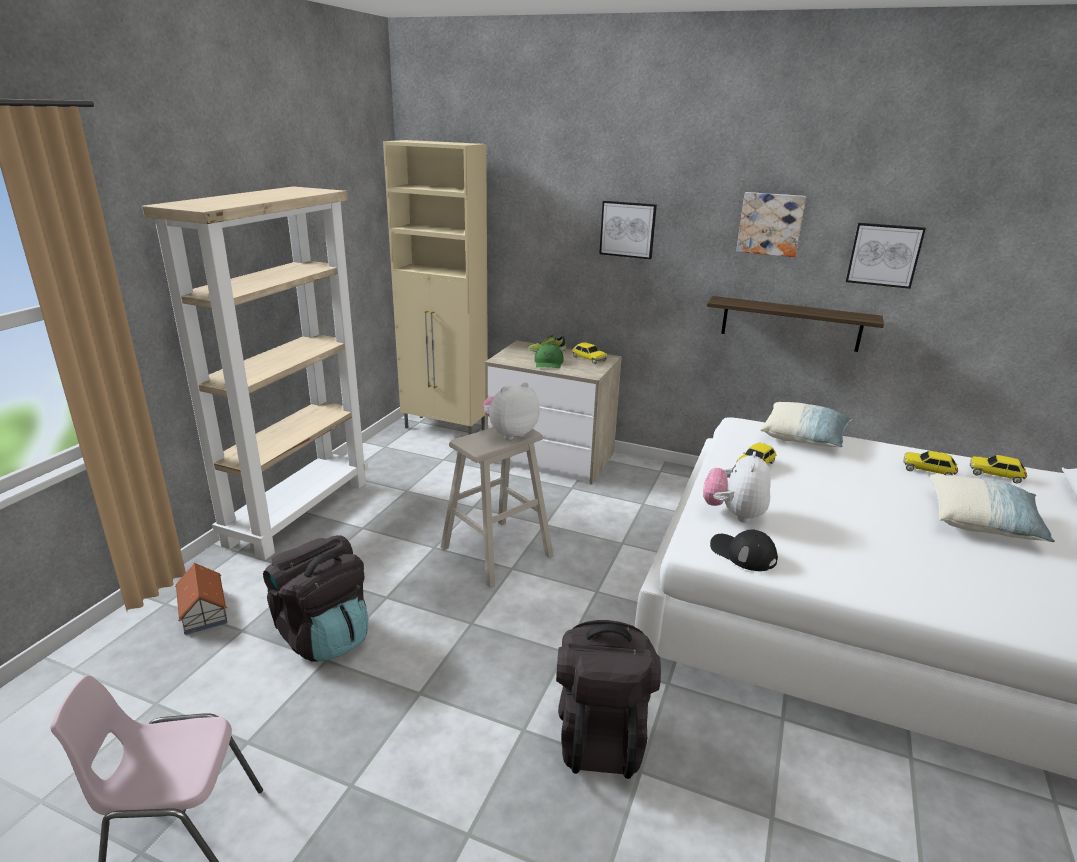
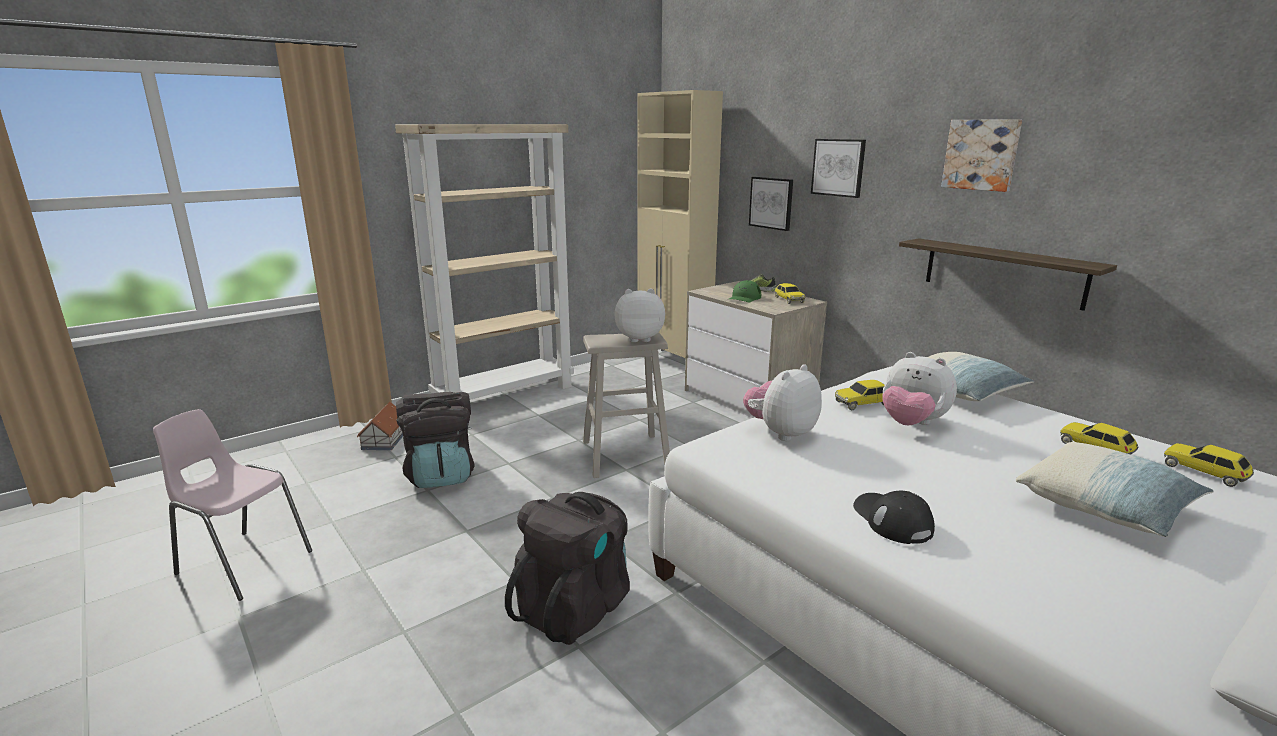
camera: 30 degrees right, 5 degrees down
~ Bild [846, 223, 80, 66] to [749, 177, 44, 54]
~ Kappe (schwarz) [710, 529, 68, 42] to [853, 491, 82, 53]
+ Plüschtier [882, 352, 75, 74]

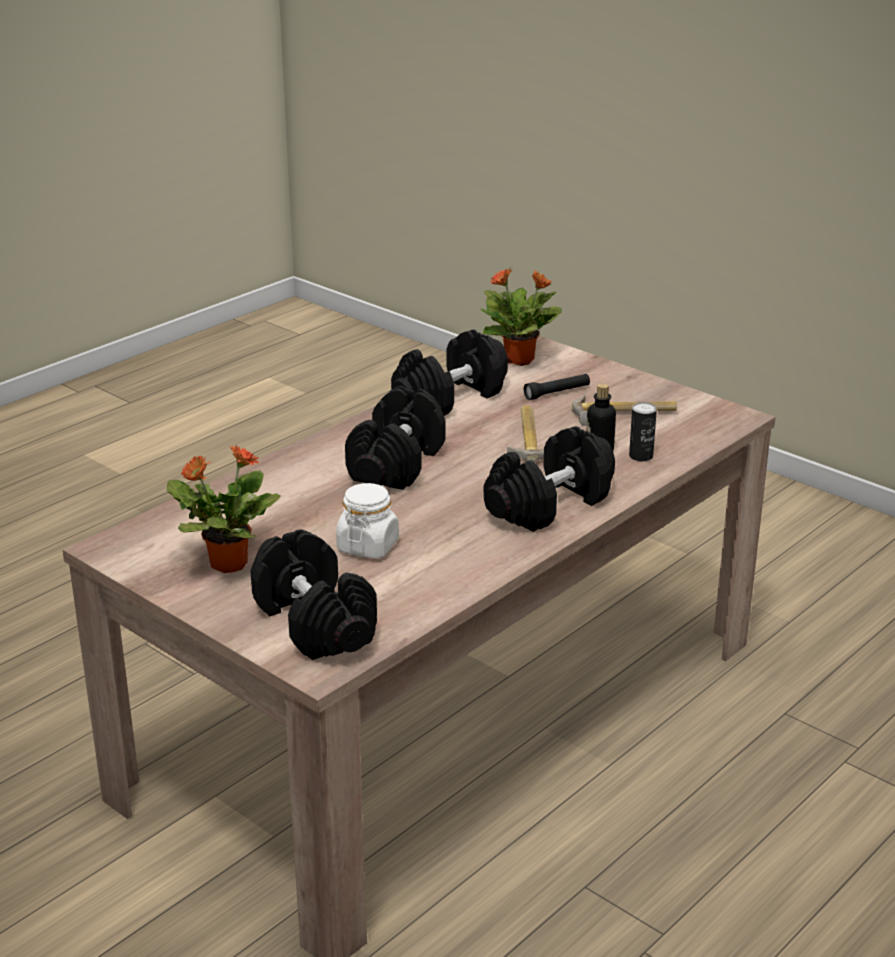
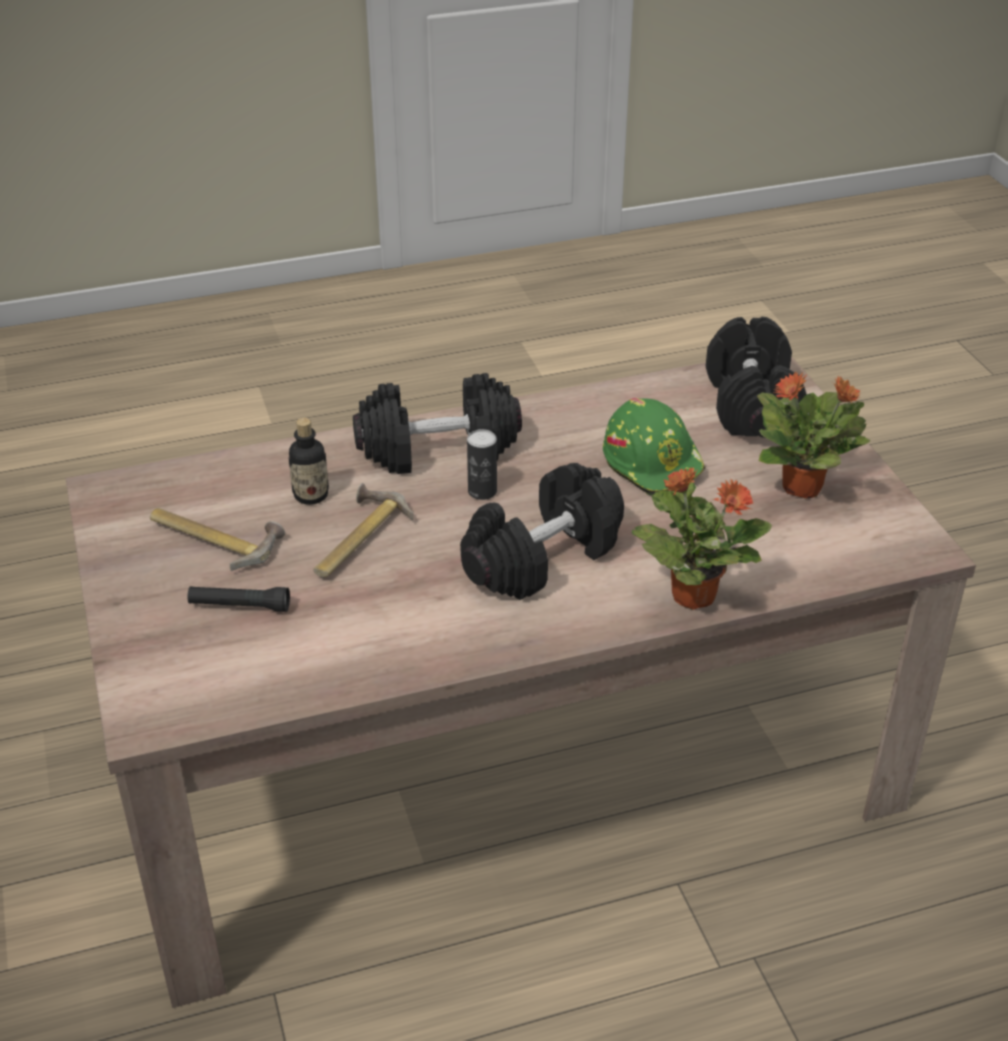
camera: 150 degrees left, 10 degrees up
~ Dose [629, 402, 28, 60] to [467, 429, 30, 71]
~ Vorratsglas (weiß) [336, 483, 63, 76] to Schutzhelm (grün) [603, 398, 102, 97]
~ Topfpflanze [480, 268, 82, 98] to [632, 467, 140, 143]
- Hantel (schwarz) [391, 329, 117, 87]

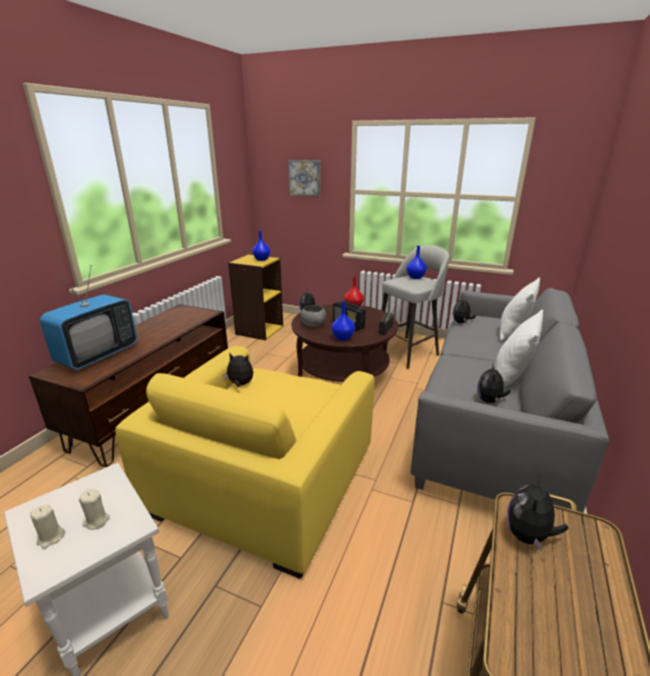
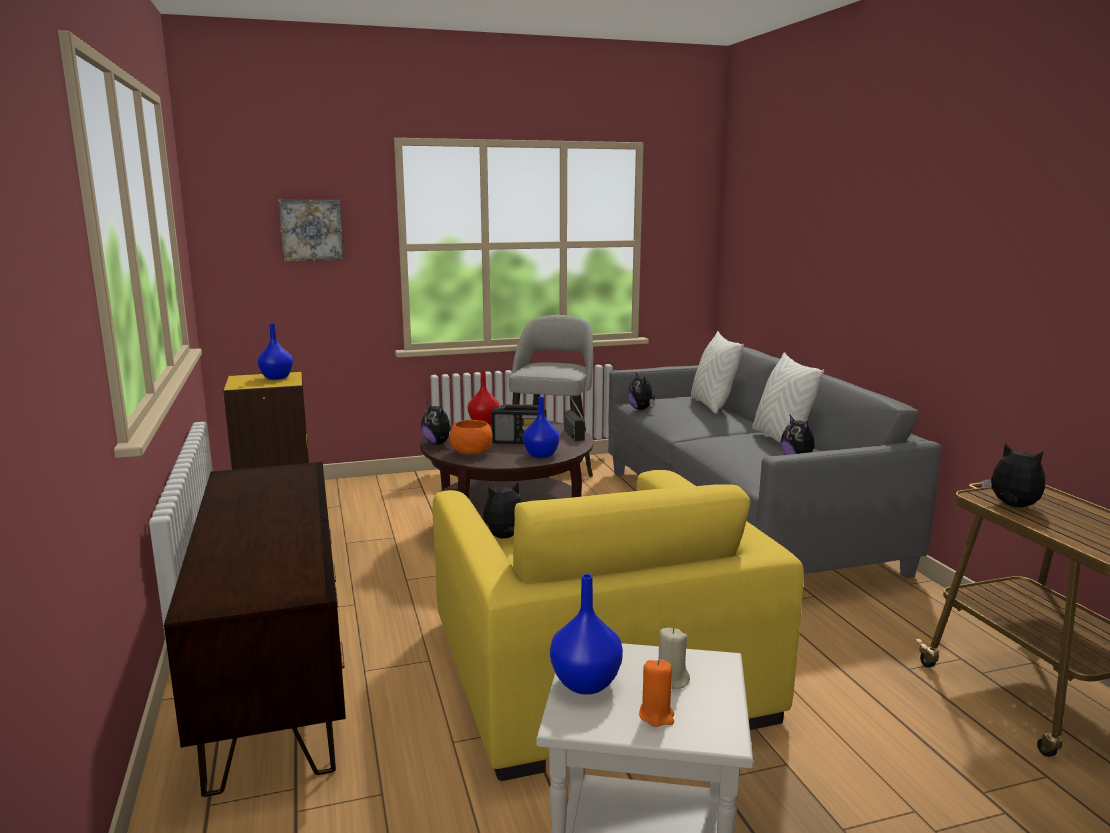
camera: 40 degrees left, 10 degrees down
~ Schüssel (grau) [301, 305, 25, 22] to Schüssel (orange) [450, 420, 43, 35]
~ Vase (blau) [407, 246, 20, 33] to [550, 574, 73, 121]
~ Kerze (beige) [30, 505, 35, 44] to Kerze (orange) [639, 659, 35, 68]
~ Plüschtier [507, 474, 61, 78] = [982, 443, 63, 64] 150 degrees clockwise
- Fernseher [39, 265, 98, 105]

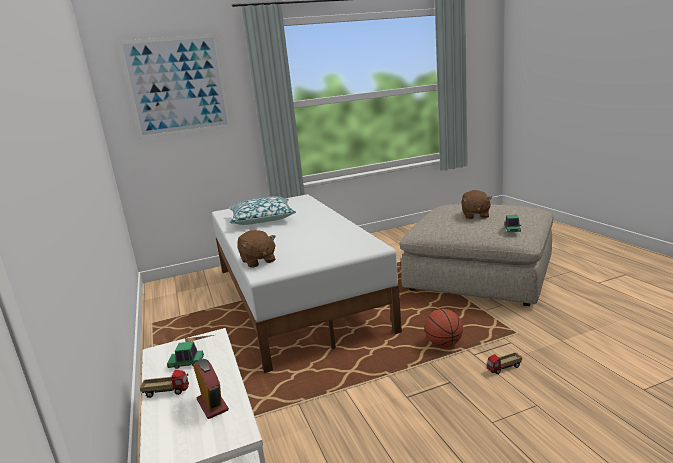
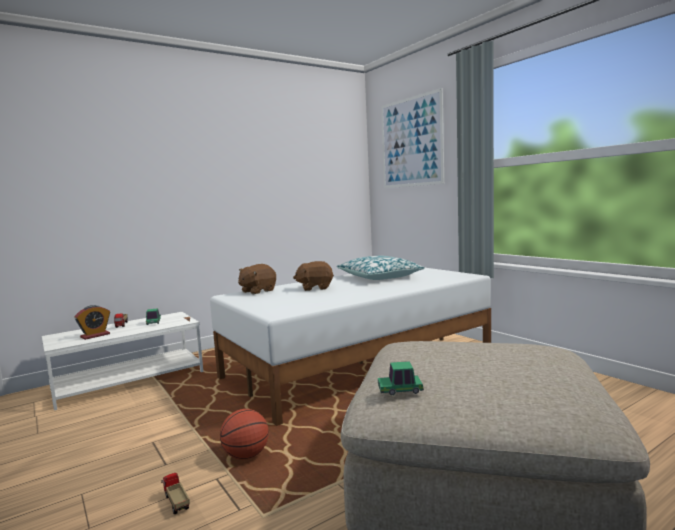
camera: 75 degrees right, 10 degrees down
~ Plüschtier (braun) [461, 190, 31, 29] to [293, 261, 41, 30]

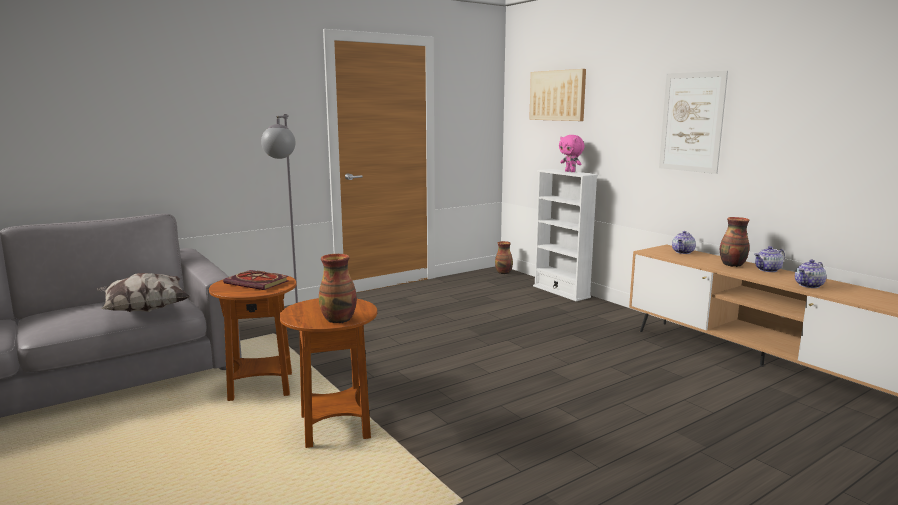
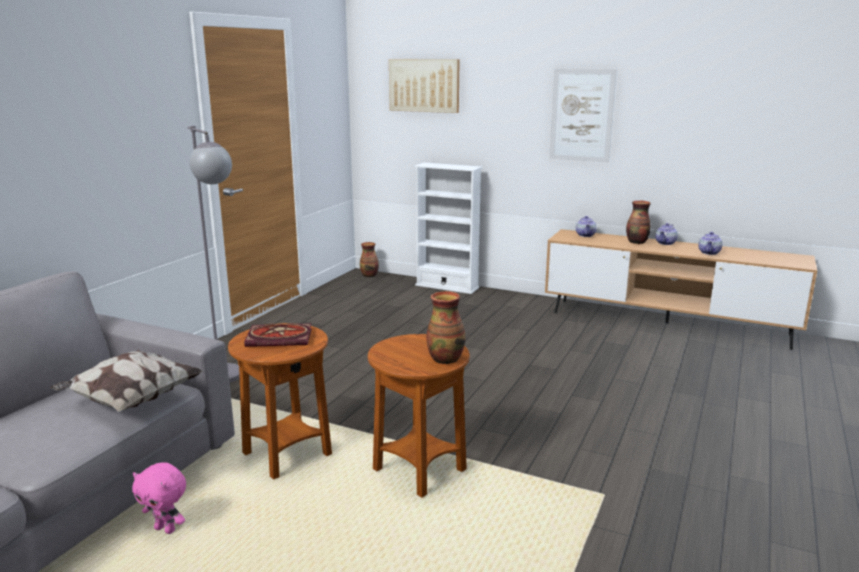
camera: 30 degrees left, 5 degrees up
~ Plüschtier (rosa) [559, 135, 26, 37] to [132, 462, 54, 72]

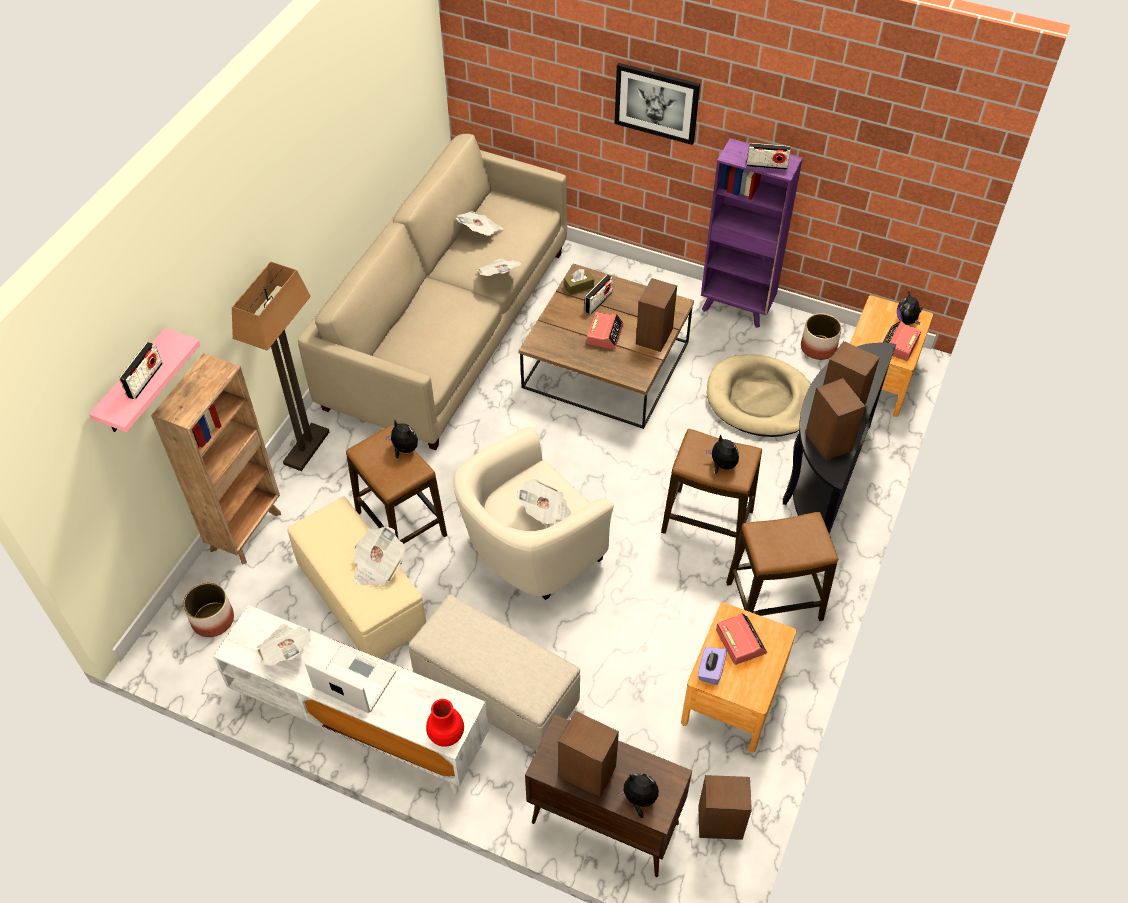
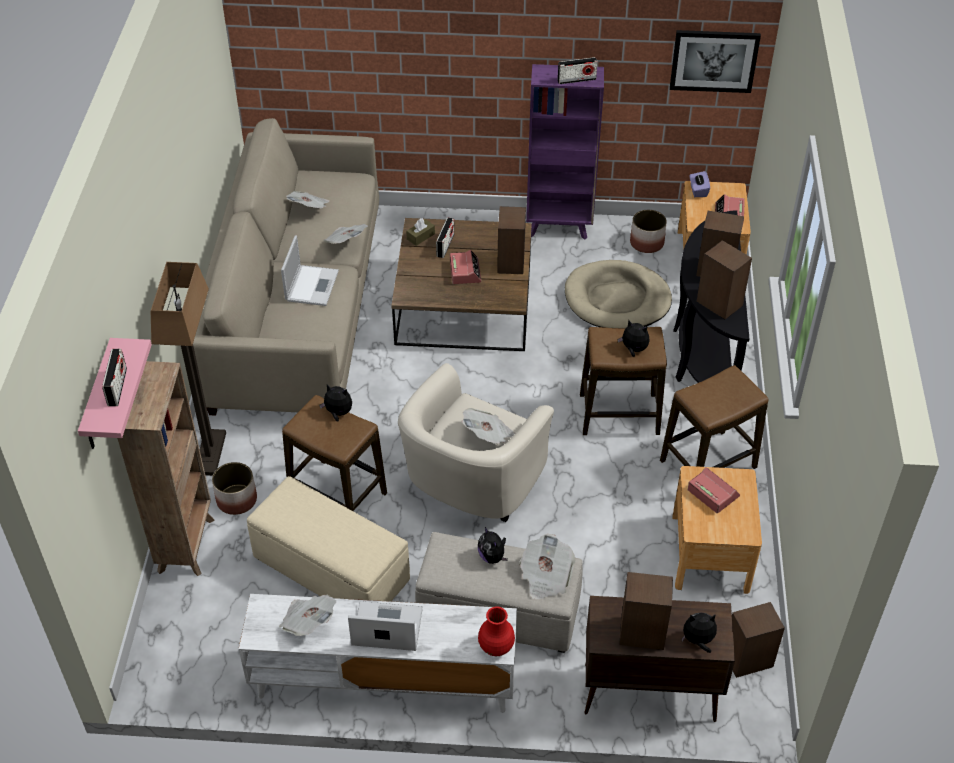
camera: 20 degrees left, 5 degrees down
~ Pflanzkübel [183, 583, 51, 54] to [212, 462, 45, 53]
+ Laptop [281, 235, 58, 71]
~ Plüschtier [897, 292, 26, 33] to [478, 527, 30, 37]
~ Zeitung [353, 527, 52, 60] to [519, 534, 57, 66]
~ Bild [615, 63, 85, 82] to [670, 30, 91, 63]
~ Taschentuchbox (lila) [698, 647, 29, 38] to [690, 171, 20, 26]

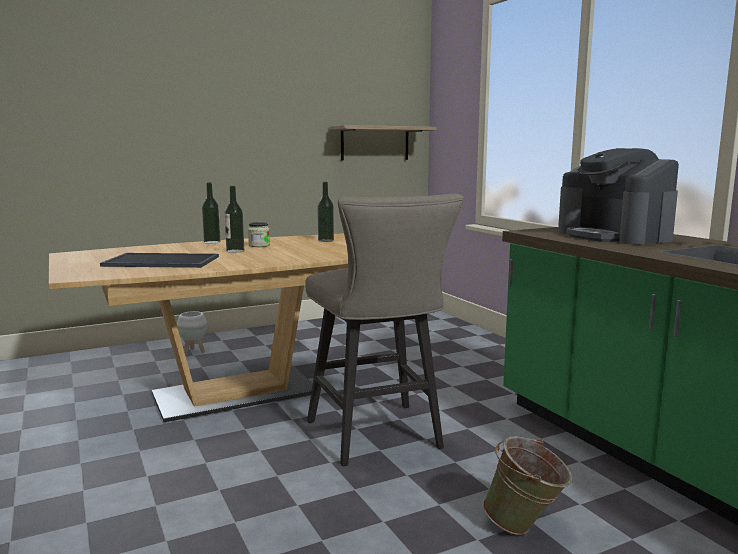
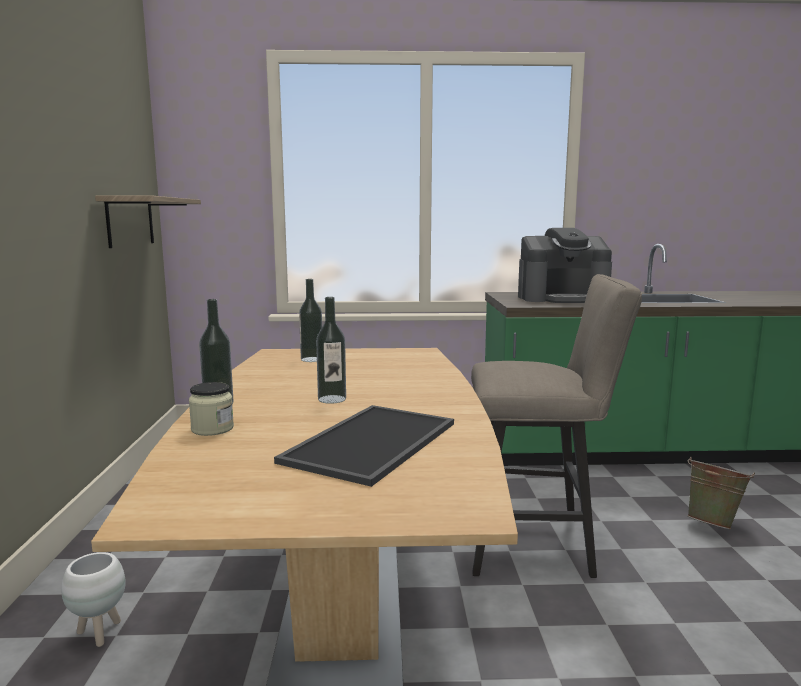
camera: 65 degrees left, 0 degrees up
~ Vorratsglas [248, 222, 22, 25] to [189, 382, 45, 54]

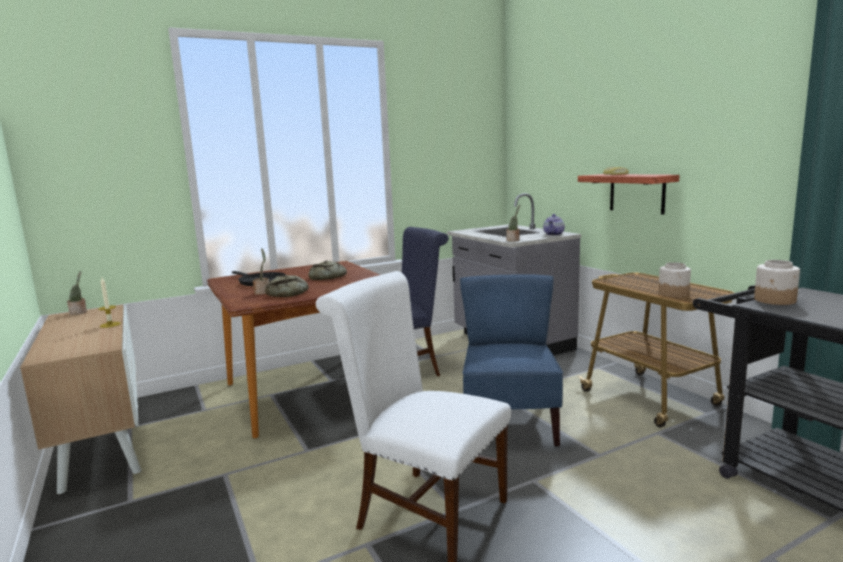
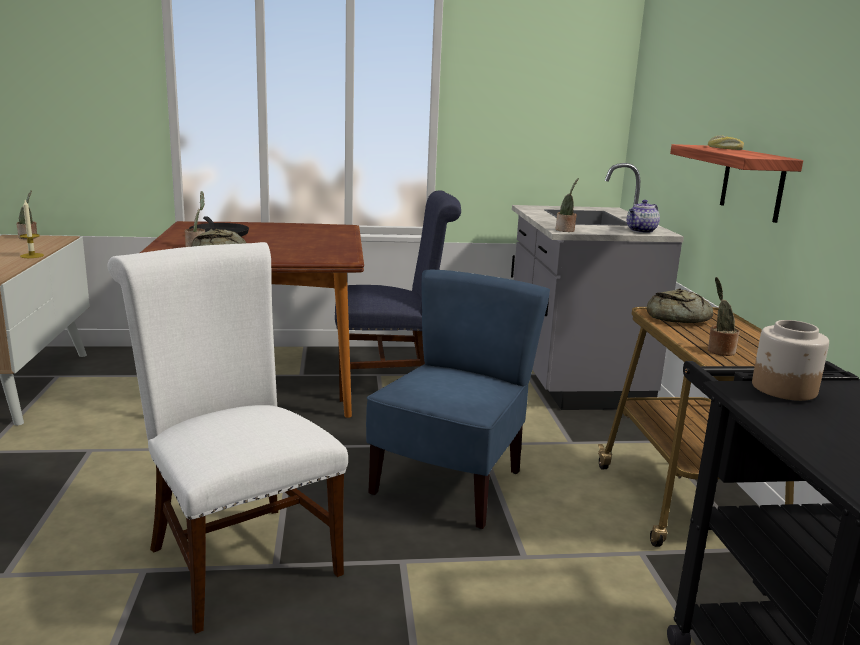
camera: 20 degrees right, 5 degrees up
~ Brot [308, 261, 39, 19] to [647, 288, 66, 35]
~ Vorratsglas [658, 262, 33, 36] to Topfpflanze [708, 277, 31, 79]

